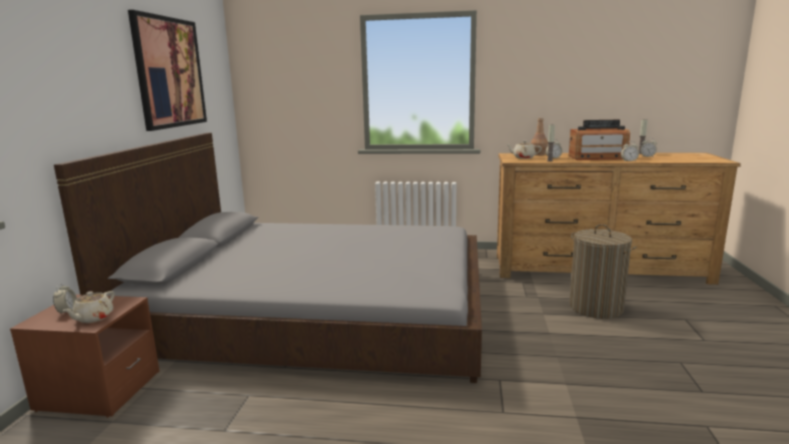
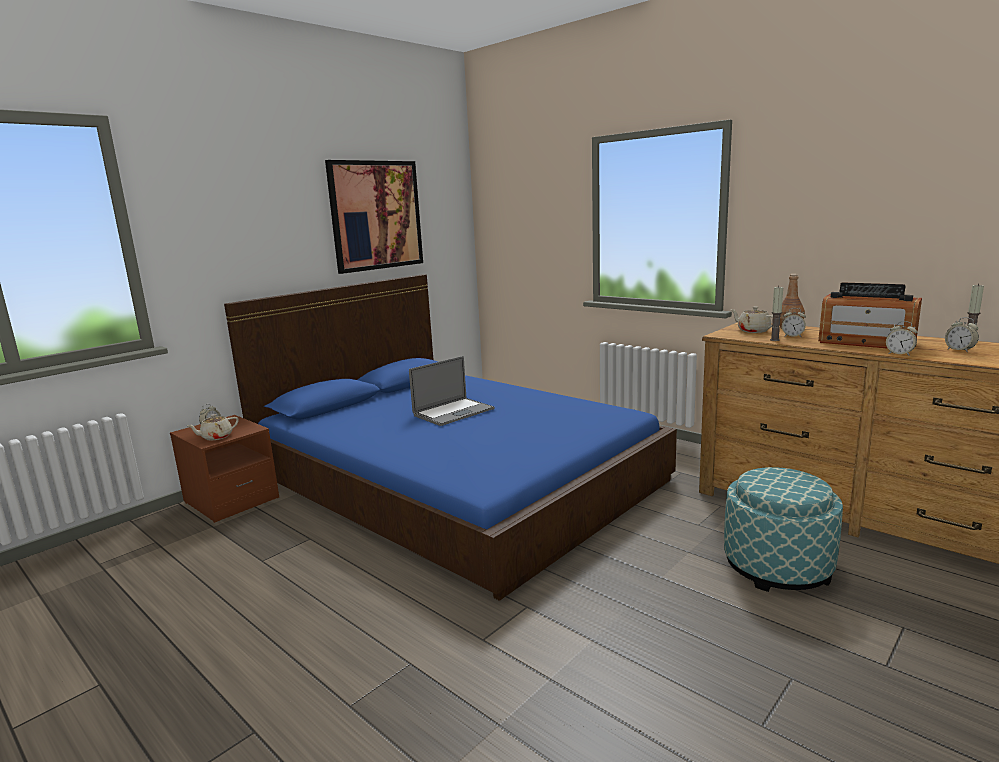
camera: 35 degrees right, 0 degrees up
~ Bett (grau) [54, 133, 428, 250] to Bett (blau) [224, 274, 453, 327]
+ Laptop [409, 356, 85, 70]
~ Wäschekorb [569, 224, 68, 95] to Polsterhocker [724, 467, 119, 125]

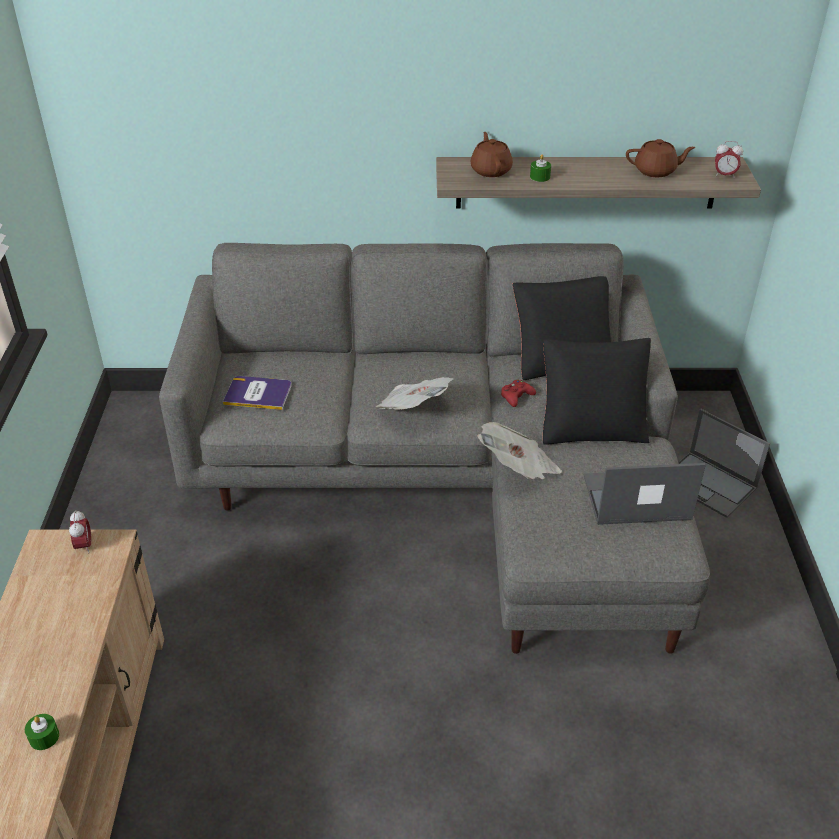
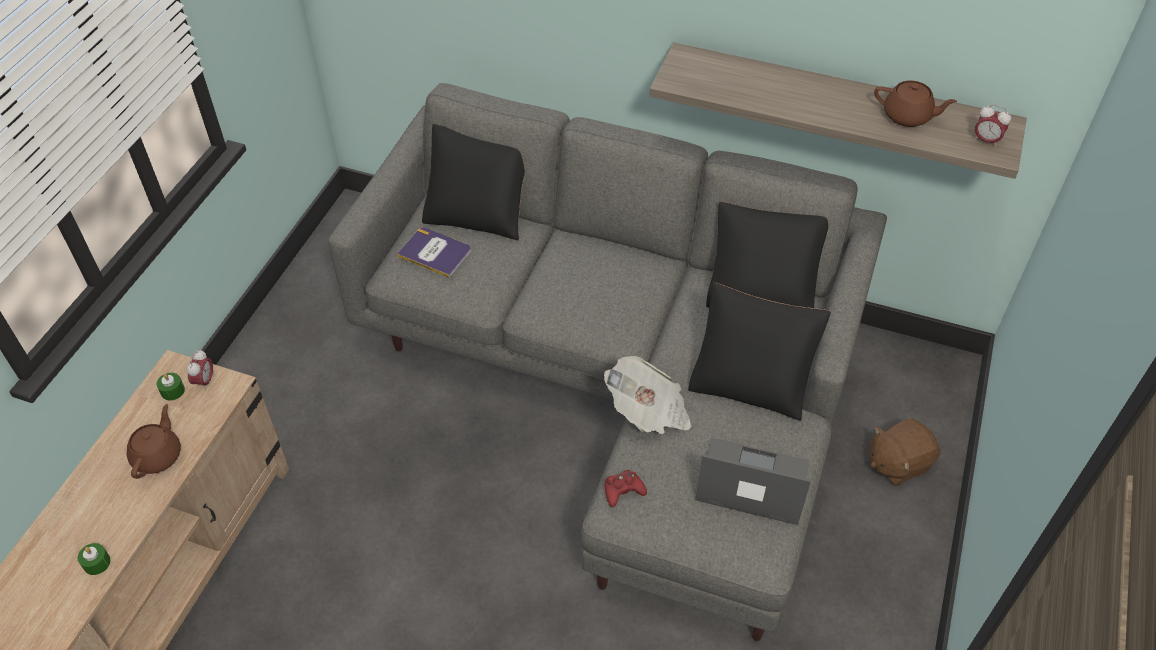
camera: 20 degrees right, 10 degrees up
~ Teekanne (braun) [470, 132, 43, 45] to [127, 404, 54, 75]
~ Kerze (grün) [530, 154, 21, 28] to [157, 373, 28, 27]
+ Kissen (schwarz) [422, 124, 103, 116]
~ Gamepad (rot) [501, 379, 35, 28] to [605, 470, 42, 37]
~ Laptop [678, 409, 92, 109] to Plüschtier (braun) [870, 418, 71, 68]
- Zeitung [376, 377, 78, 33]

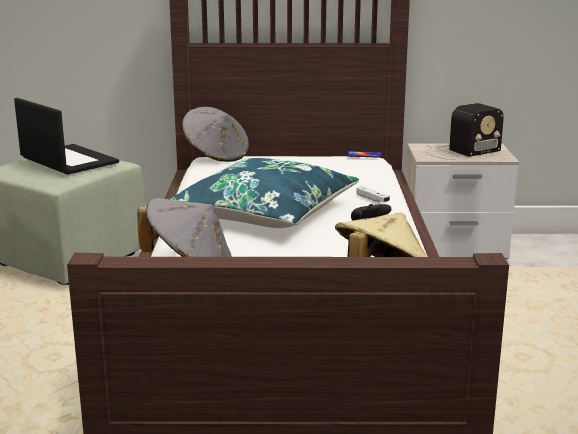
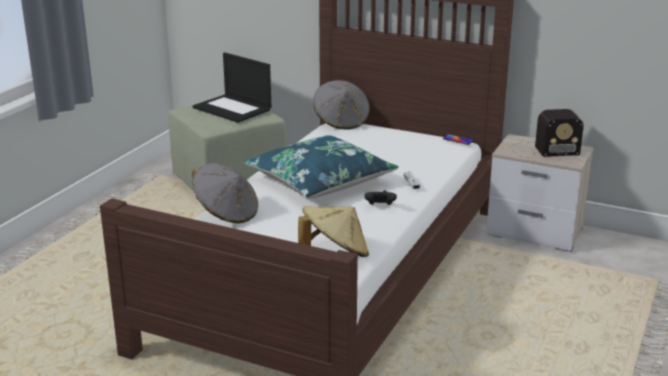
camera: 25 degrees right, 5 degrees up
~ Laptop [14, 98, 105, 77] = [192, 52, 79, 71] 150 degrees clockwise

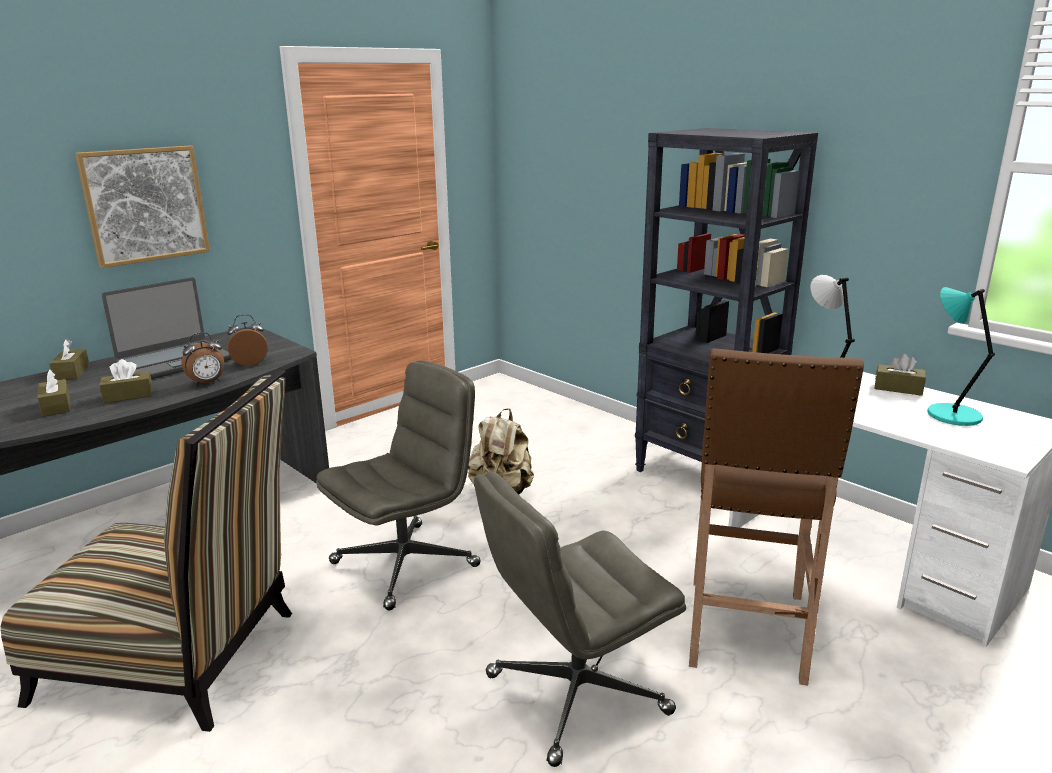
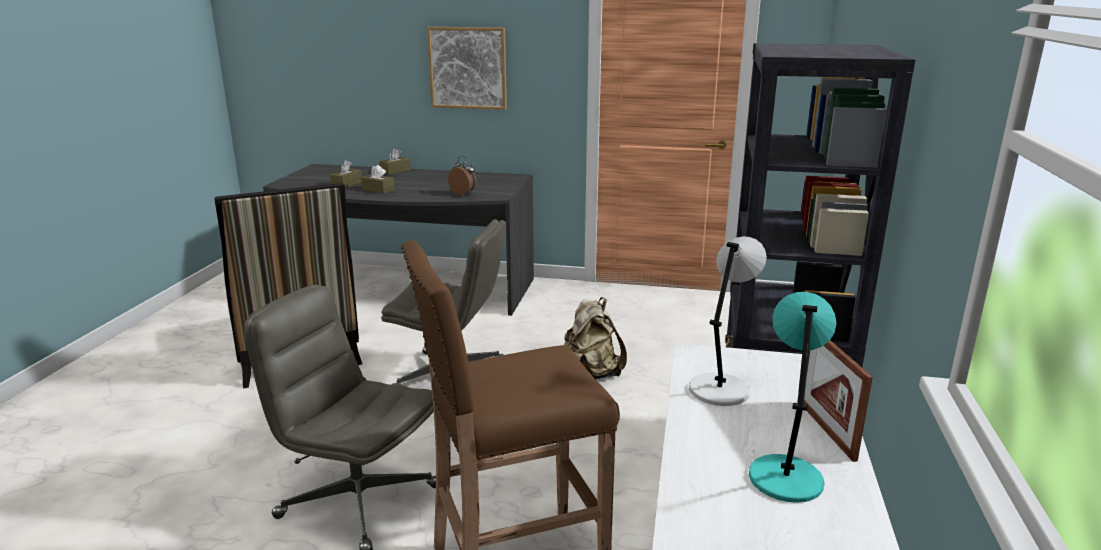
camera: 55 degrees right, 0 degrees up
~ Taschentuchbox (braun) [874, 353, 52, 43] to Bilderrahmen [804, 340, 69, 122]
- Laptop [102, 277, 130, 102]
- Wecker [181, 332, 43, 54]

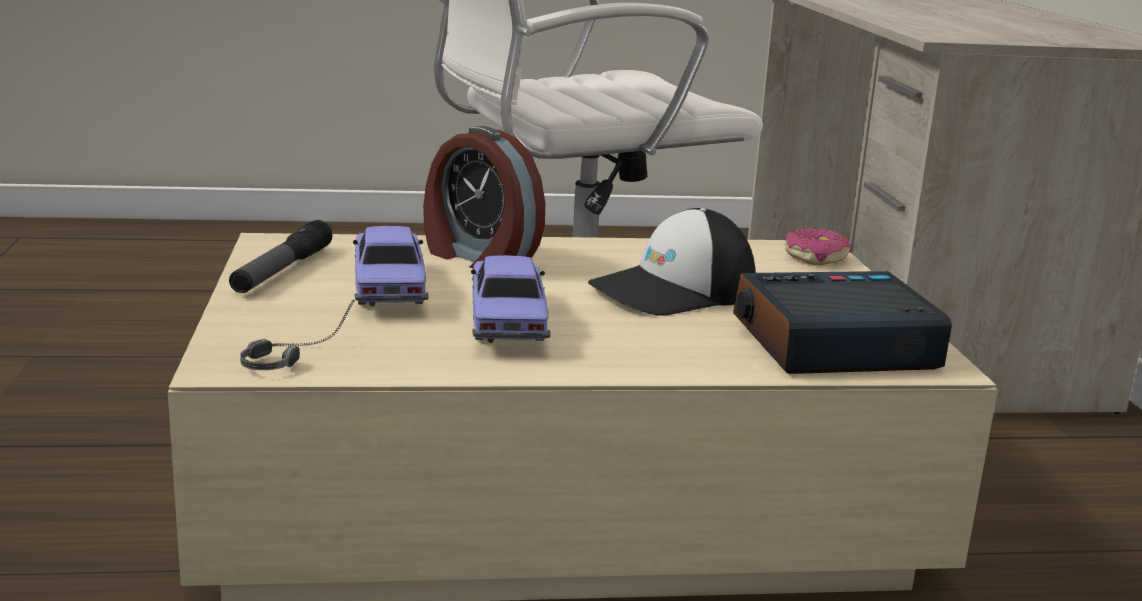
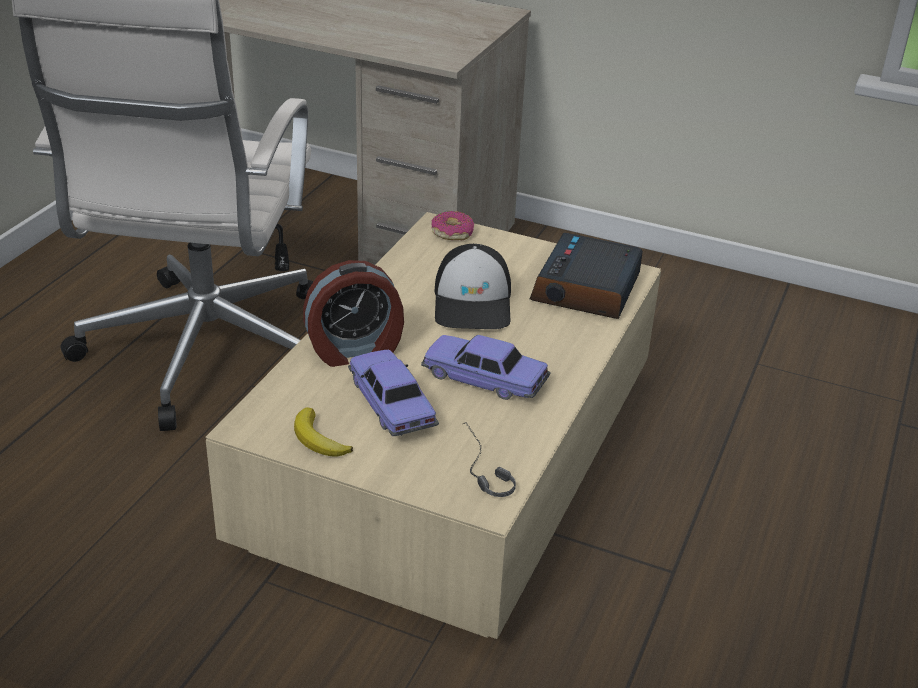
camera: 60 degrees left, 15 degrees up
~ Taschenlampe [229, 220, 104, 73] to Banane [294, 407, 59, 50]
~ Spielzeugauto [353, 226, 75, 80] = [348, 350, 91, 86] 45 degrees clockwise

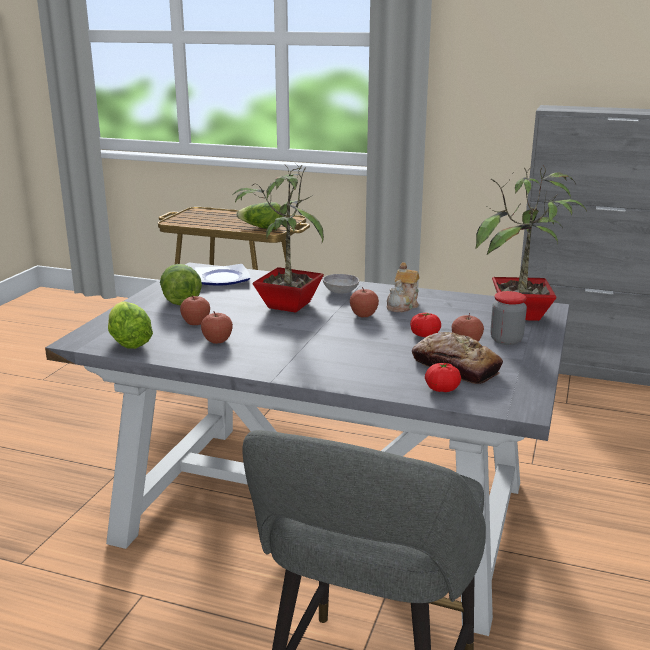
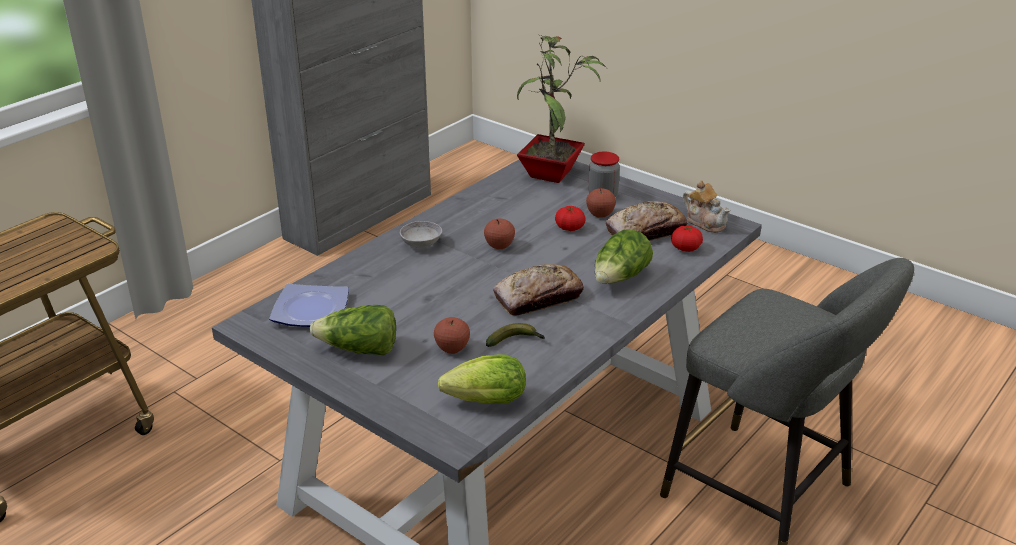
camera: 70 degrees left, 10 degrees up
~ Apfel [201, 311, 32, 33] to Banane [486, 323, 59, 24]
+ Brot [493, 264, 91, 52]
~ Salatkopf [236, 202, 47, 28] to [595, 229, 58, 55]
~ Teekanne [387, 262, 32, 50] to [683, 180, 47, 53]
- Topfpflanze [231, 163, 93, 150]

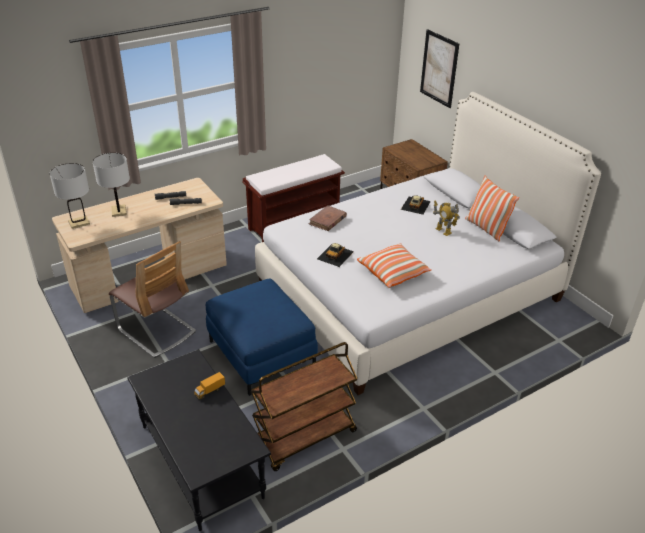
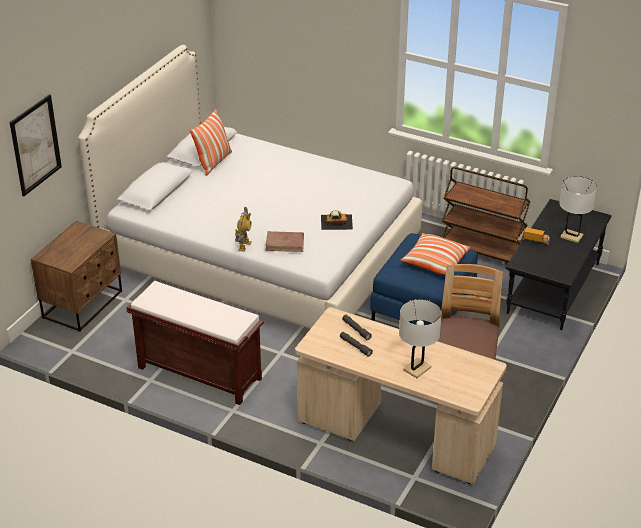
camera: 120 degrees left, 0 degrees up
~ Spielzeugroboter [433, 200, 27, 36] to [235, 207, 17, 45]
~ Kissen [357, 243, 75, 45] to [401, 233, 69, 42]
~ Tischlampe (weiß) [50, 163, 40, 66] to [559, 176, 38, 67]
- Spielzeugauto [401, 195, 30, 20]

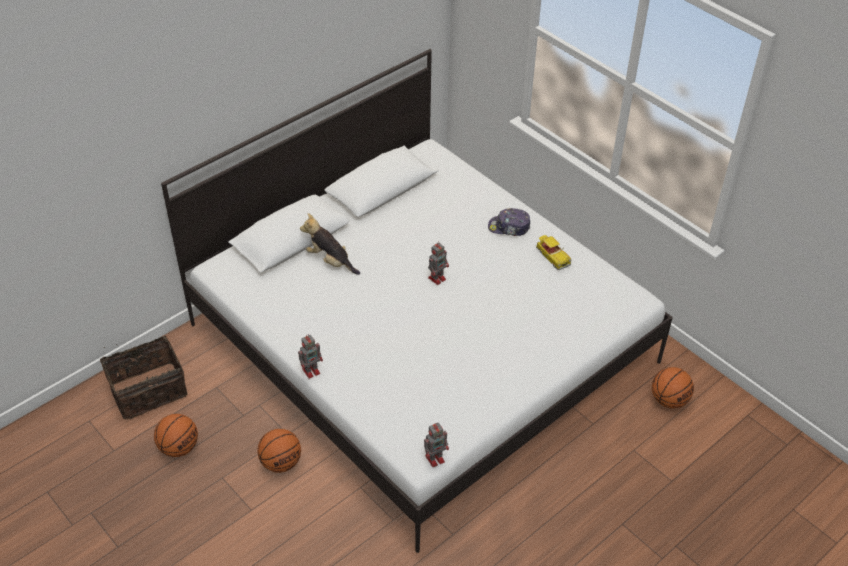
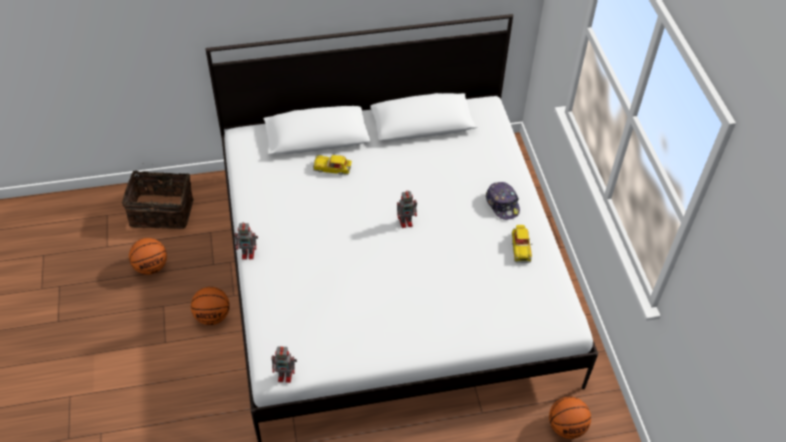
camera: 30 degrees right, 5 degrees up
~ Plüschtier [300, 213, 60, 62] to Spielzeugauto [313, 155, 39, 20]
~ Kappe [488, 208, 42, 28] = [486, 182, 34, 38] 150 degrees counterclockwise

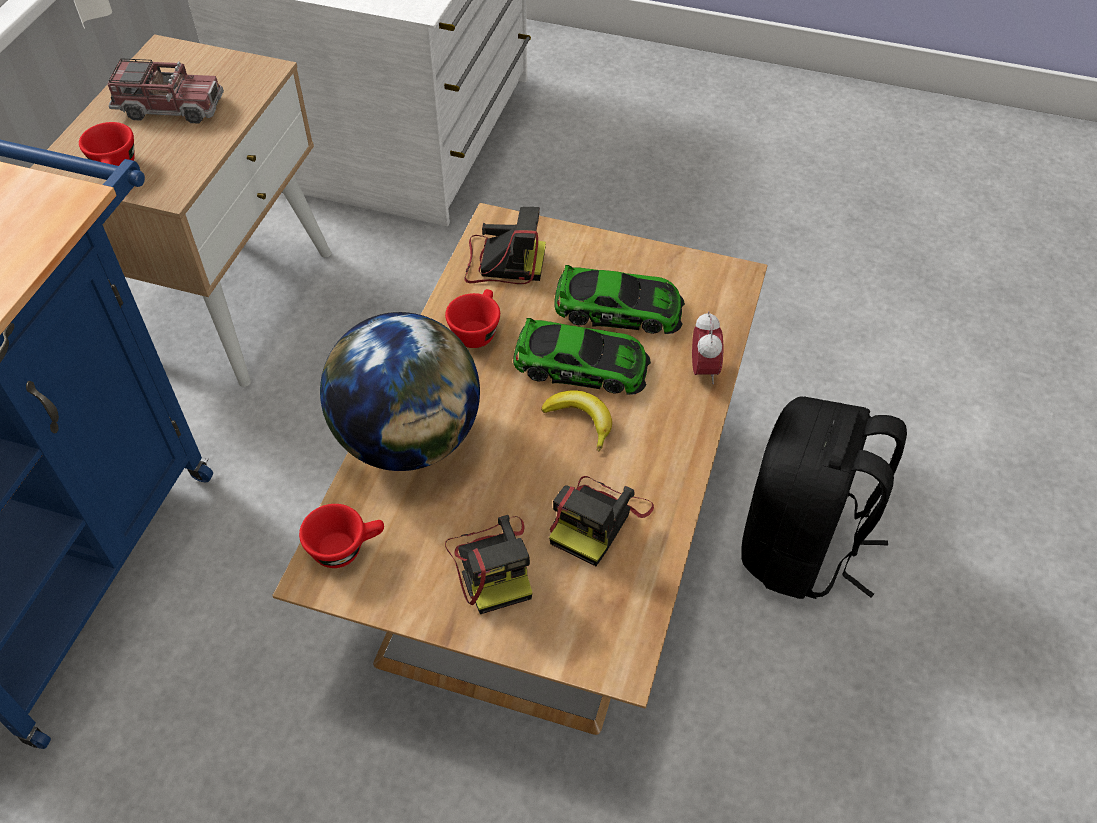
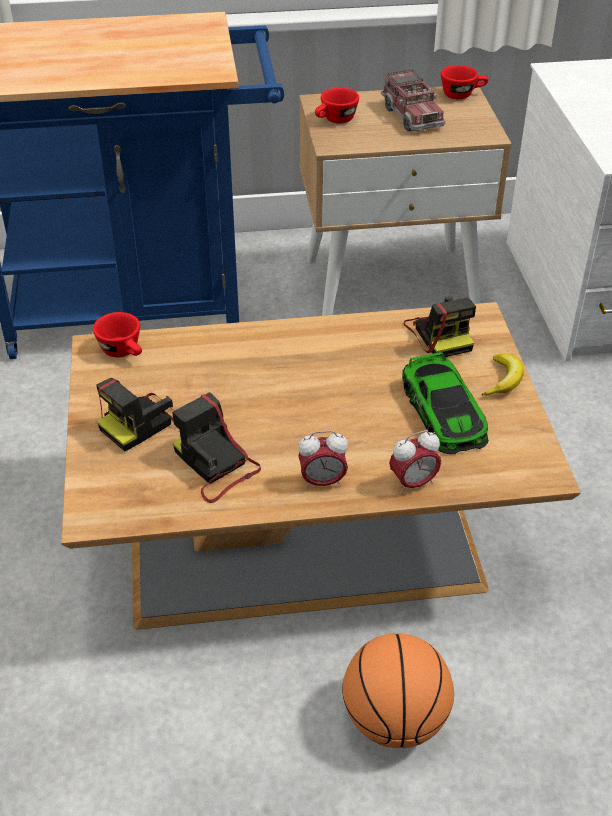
camera: 65 degrees right, 10 degrees down
~ Kamera [549, 476, 105, 90] = [172, 392, 89, 111] 45 degrees clockwise
+ Wecker [298, 430, 50, 59]
~ Rucksack (schwarz) [741, 396, 166, 203] to Basketball [342, 633, 112, 115]
~ Tasse (rot) [445, 289, 55, 59] to [441, 65, 47, 34]
~ Banane [541, 390, 71, 61] to [482, 353, 42, 43]
- Globus [320, 312, 160, 159]
- Spielzeugauto [513, 318, 138, 77]

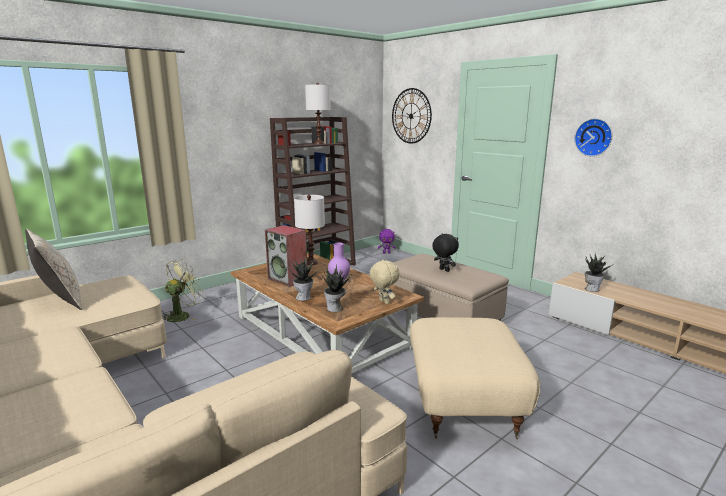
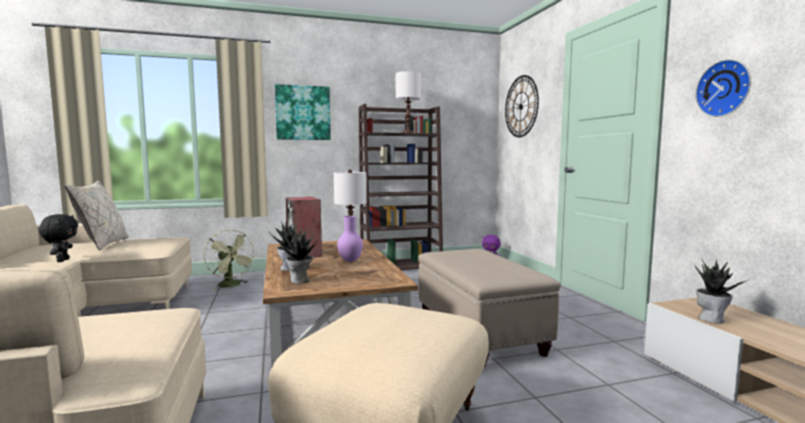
camera: 25 degrees right, 10 degrees down
~ Plüschtier (schwarz) [432, 233, 27, 39] to [39, 214, 39, 48]
~ Ventilator (grün) [162, 259, 41, 63] = [204, 230, 51, 60] 75 degrees clockwise
+ Bild [275, 84, 56, 56]
- Plüschtier (beige) [370, 259, 30, 45]

